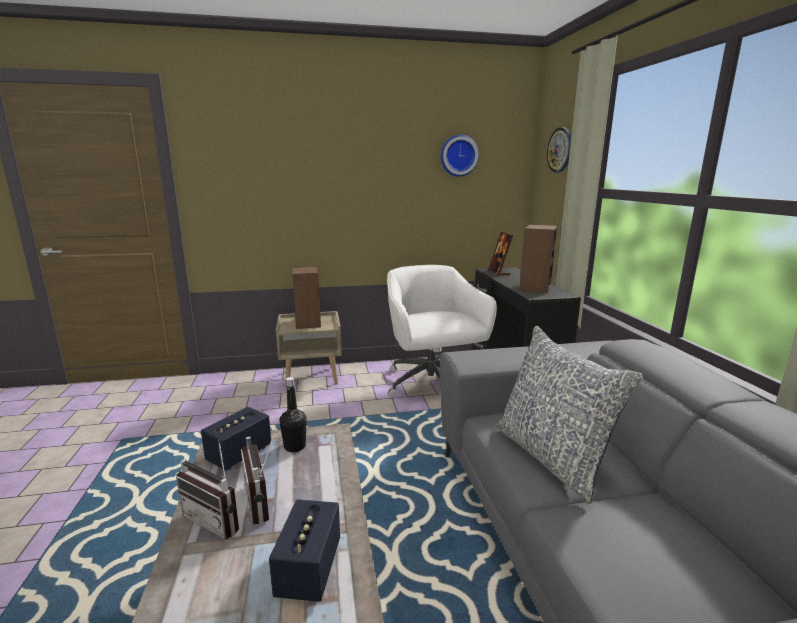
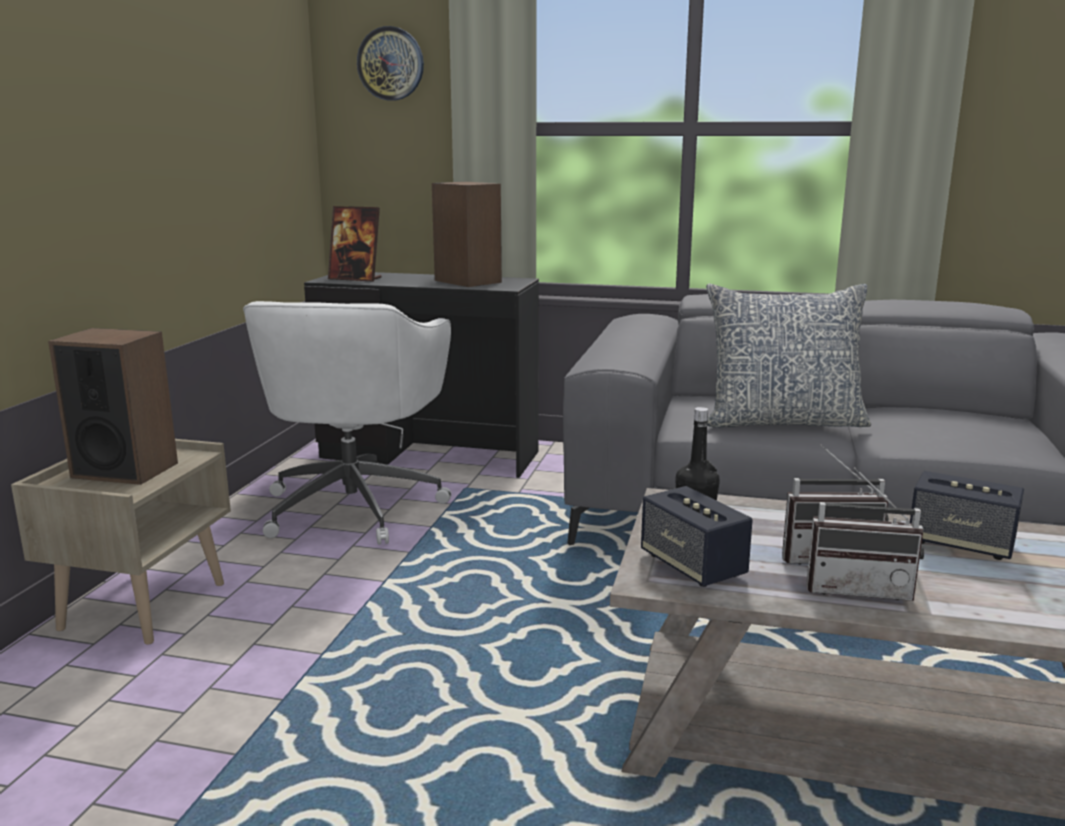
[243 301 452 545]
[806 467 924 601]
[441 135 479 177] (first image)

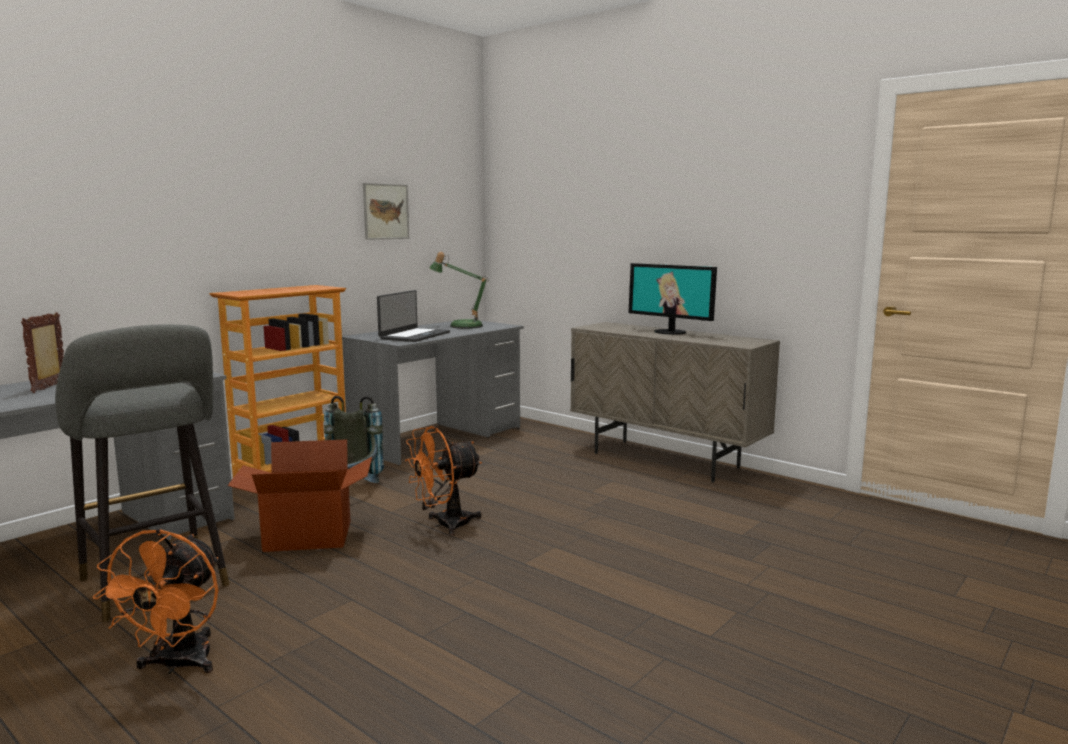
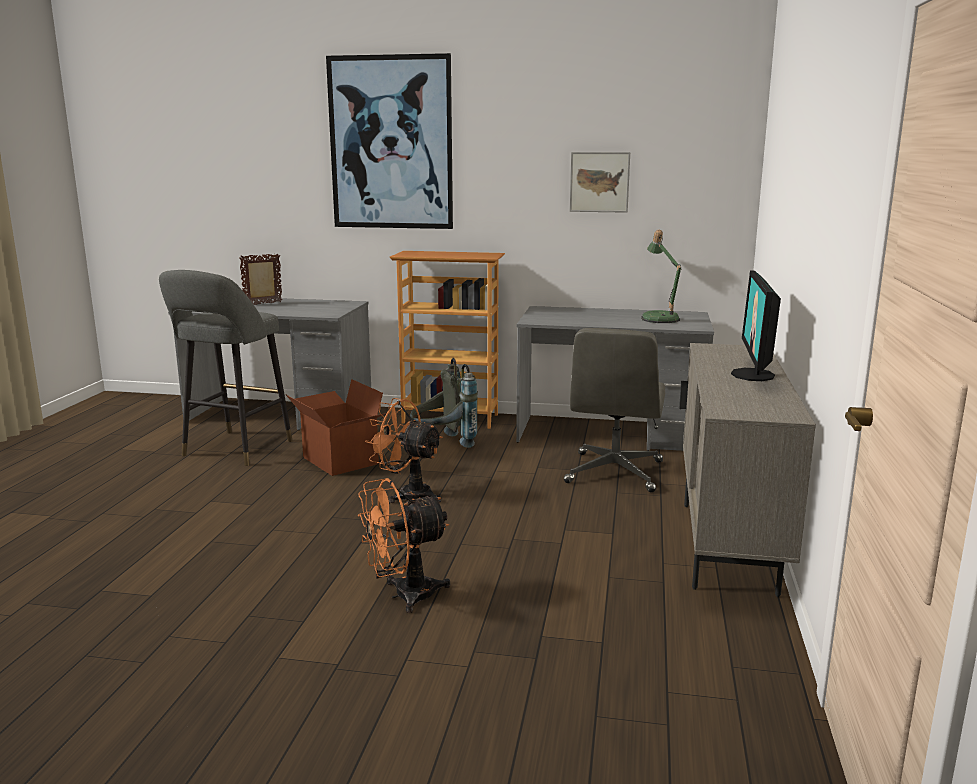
[326 53 453 229]
[358 478 450 613]
[564 328 665 492]
[377 290 450 342] (first image)

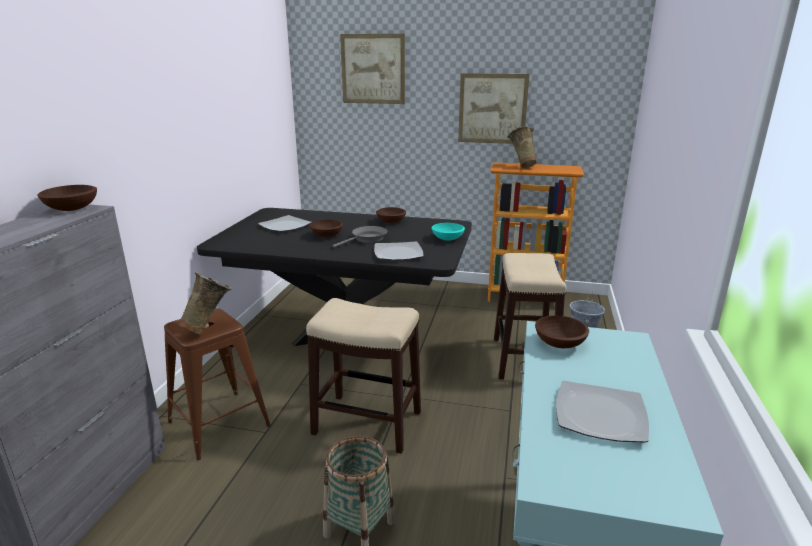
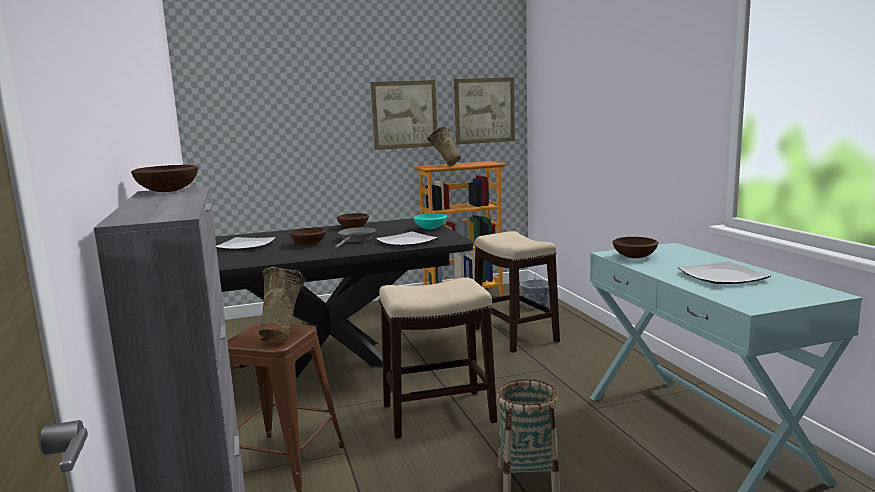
[454 77 515 144]

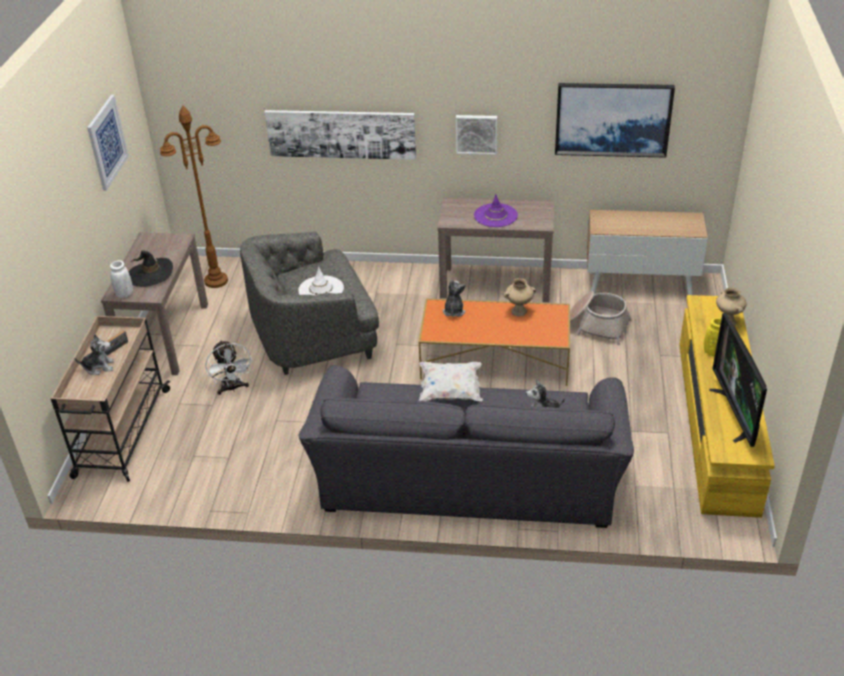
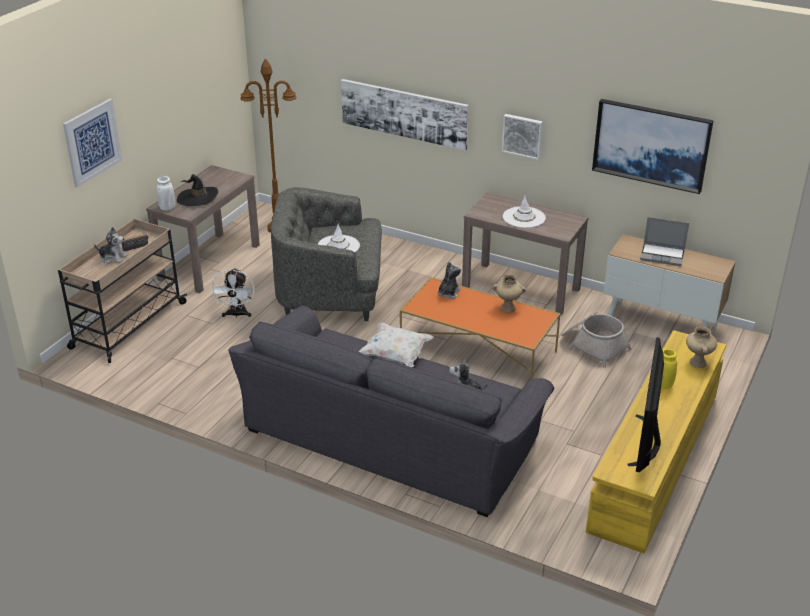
[63 99 122 187]
[503 196 546 228]
[640 217 689 266]

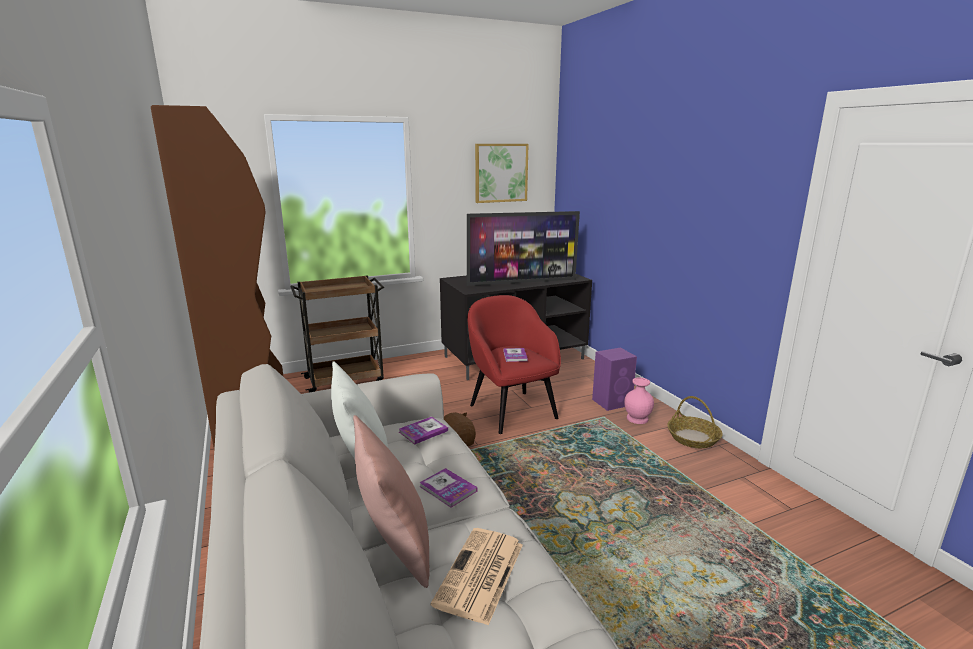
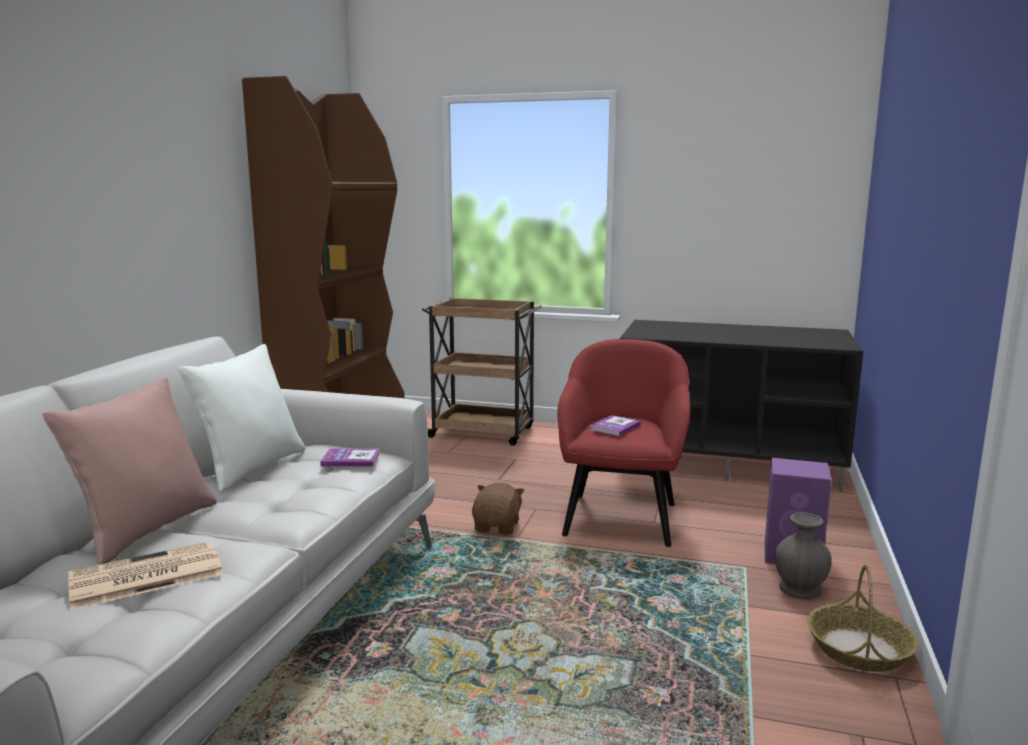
[775 513 832 599]
[419 468 477 508] (first image)
[467 211 580 286] (first image)
[475 144 529 203] (first image)

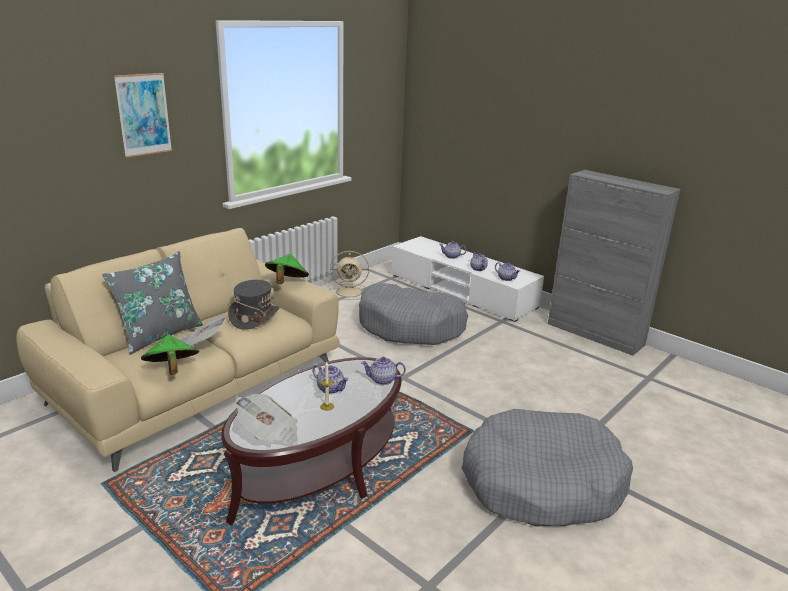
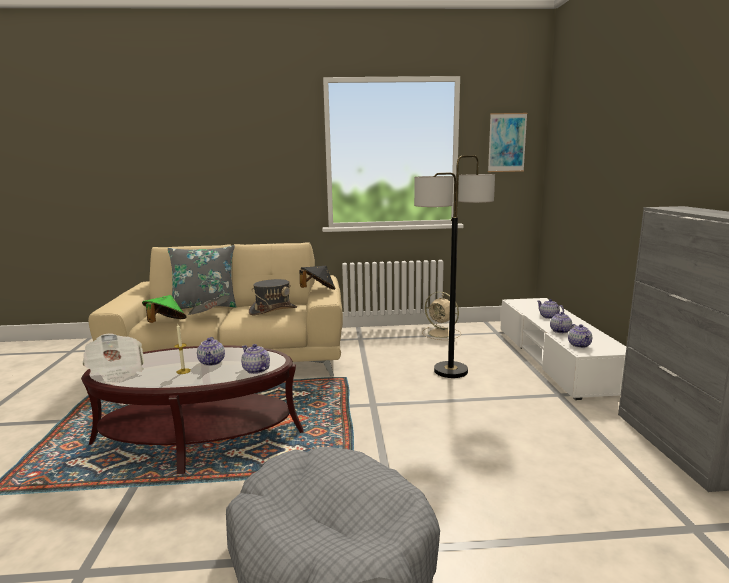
[300 266 335 290]
[414 155 495 378]
[488 113 527 172]

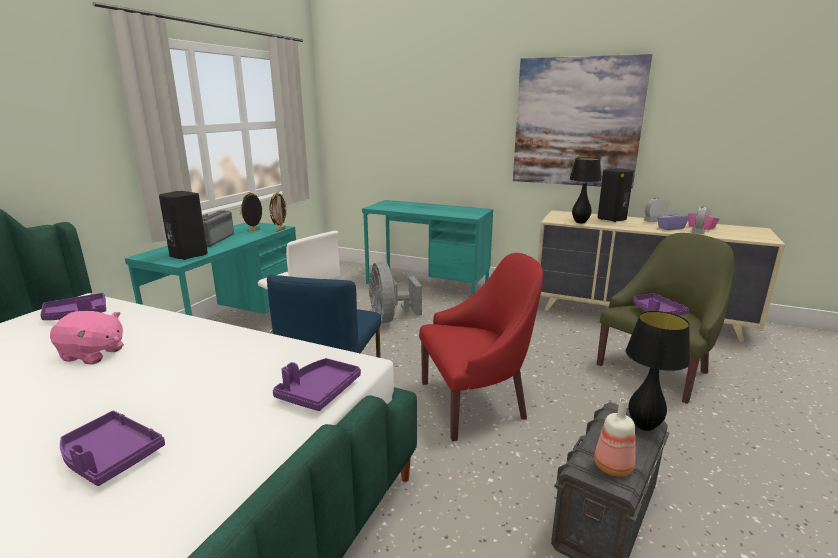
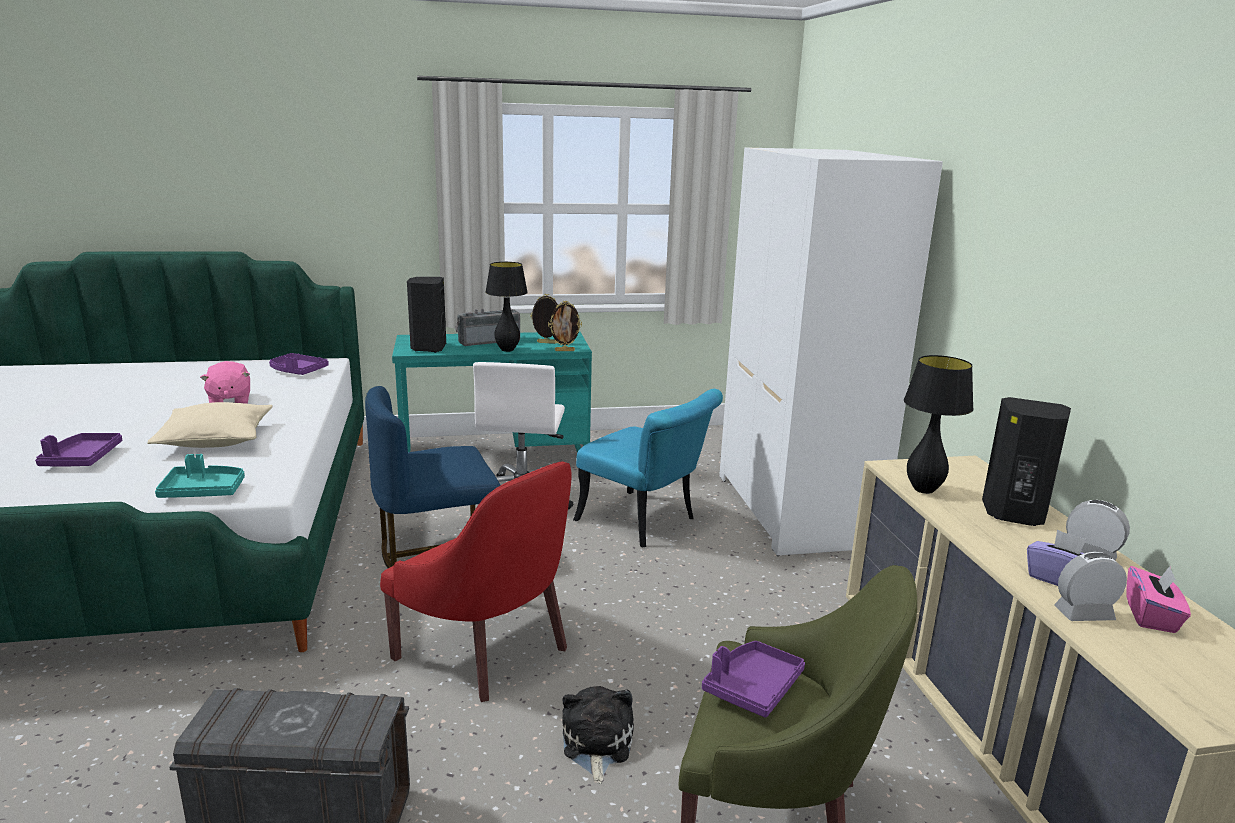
[147 402 273 448]
[155 454 245 498]
[485 262 528 352]
[562 686 634 784]
[573 389 723 547]
[719 147 943 556]
[513 54 652 188] (first image)
[594 399 635 477] (first image)

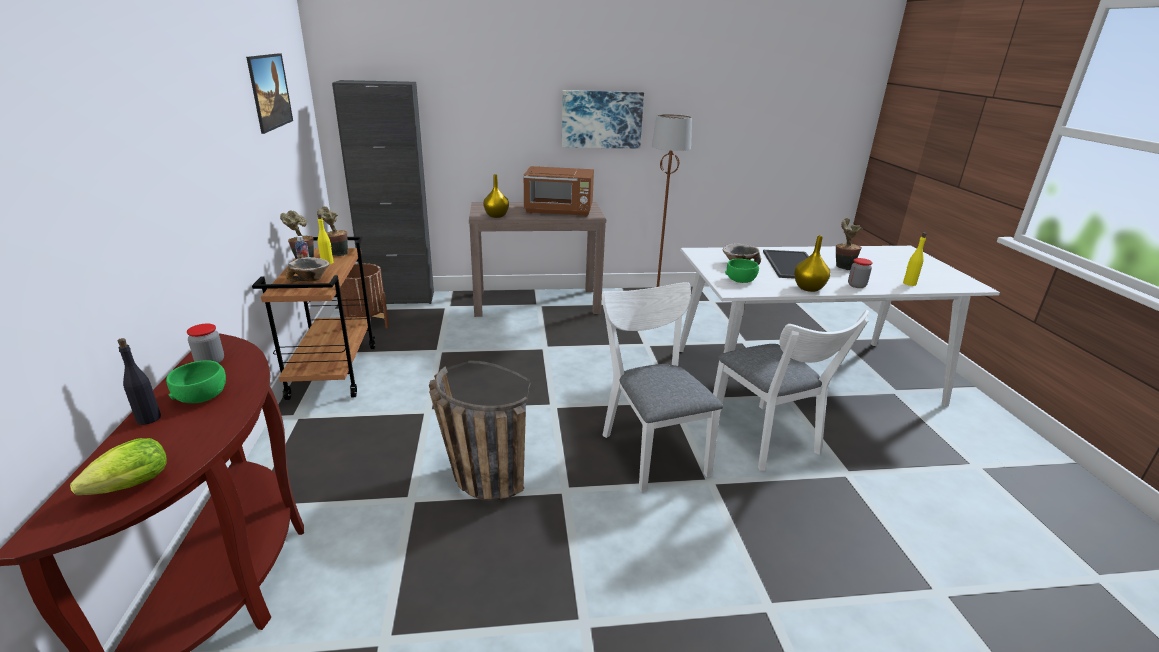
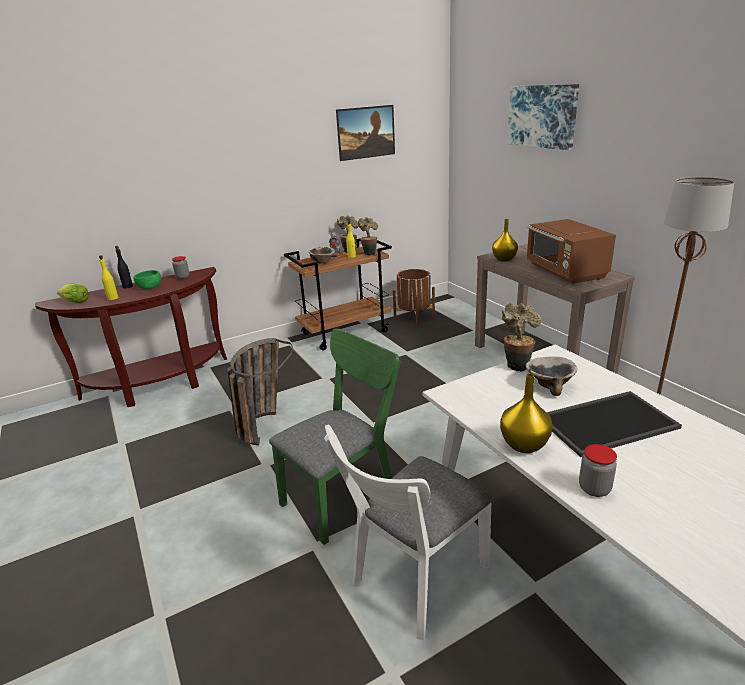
[99 255 118 300]
[269 329 401 545]
[502 303 541 371]
[507 84 579 150]
[332 80 434 304] (first image)
[725 259 759 283] (first image)

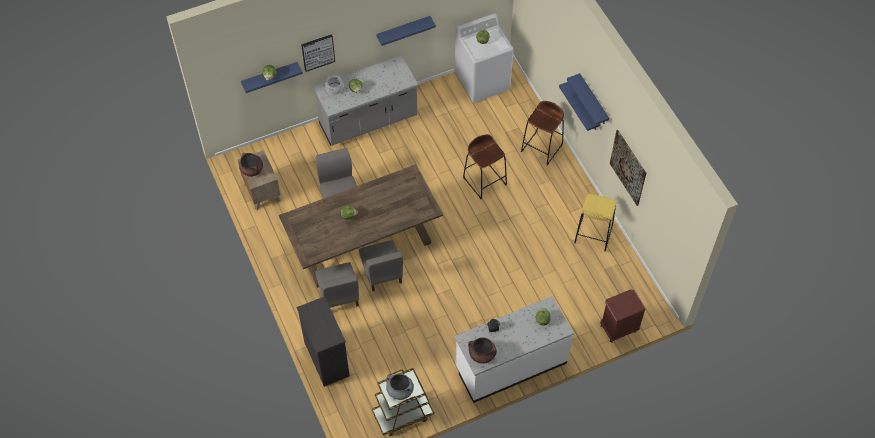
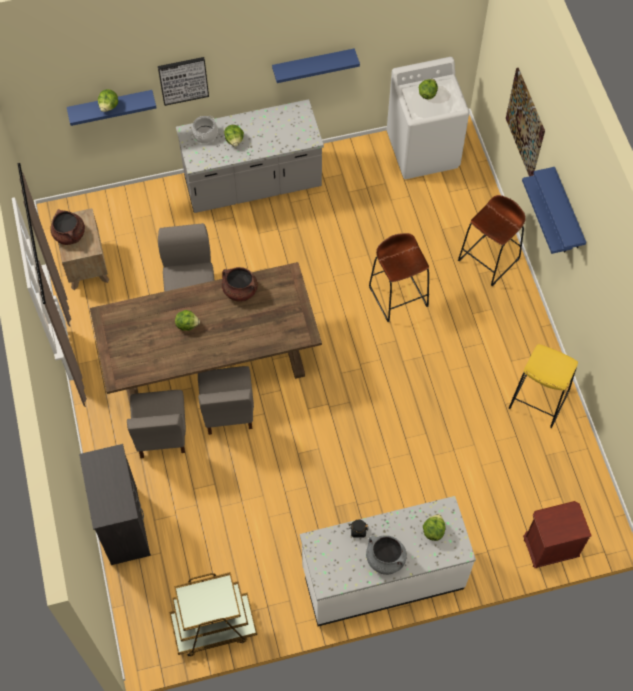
[222 267 258 302]
[366 535 407 575]
[506 68 545 176]

